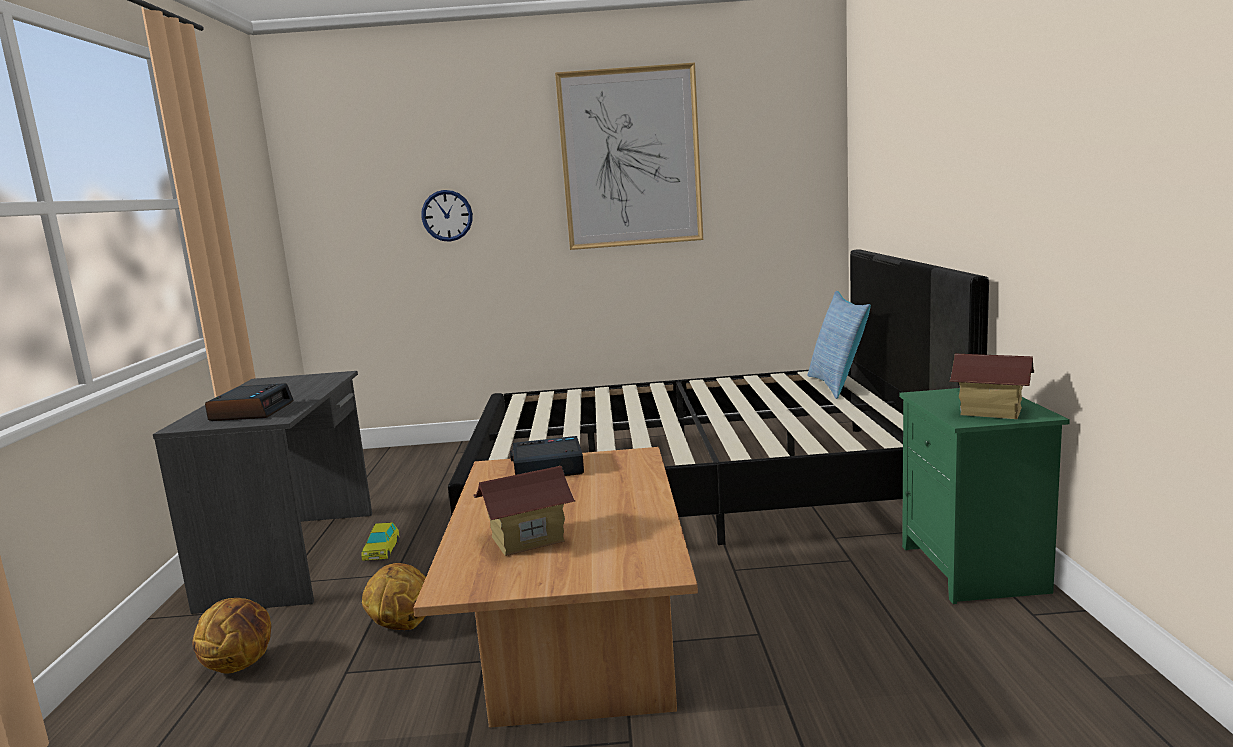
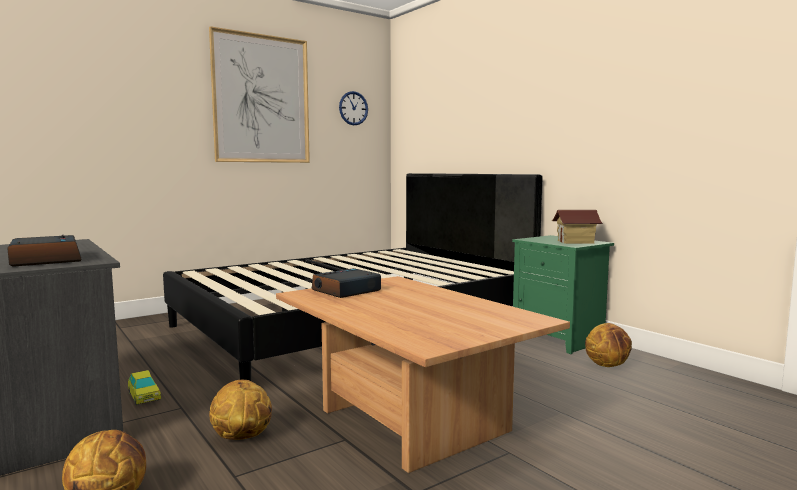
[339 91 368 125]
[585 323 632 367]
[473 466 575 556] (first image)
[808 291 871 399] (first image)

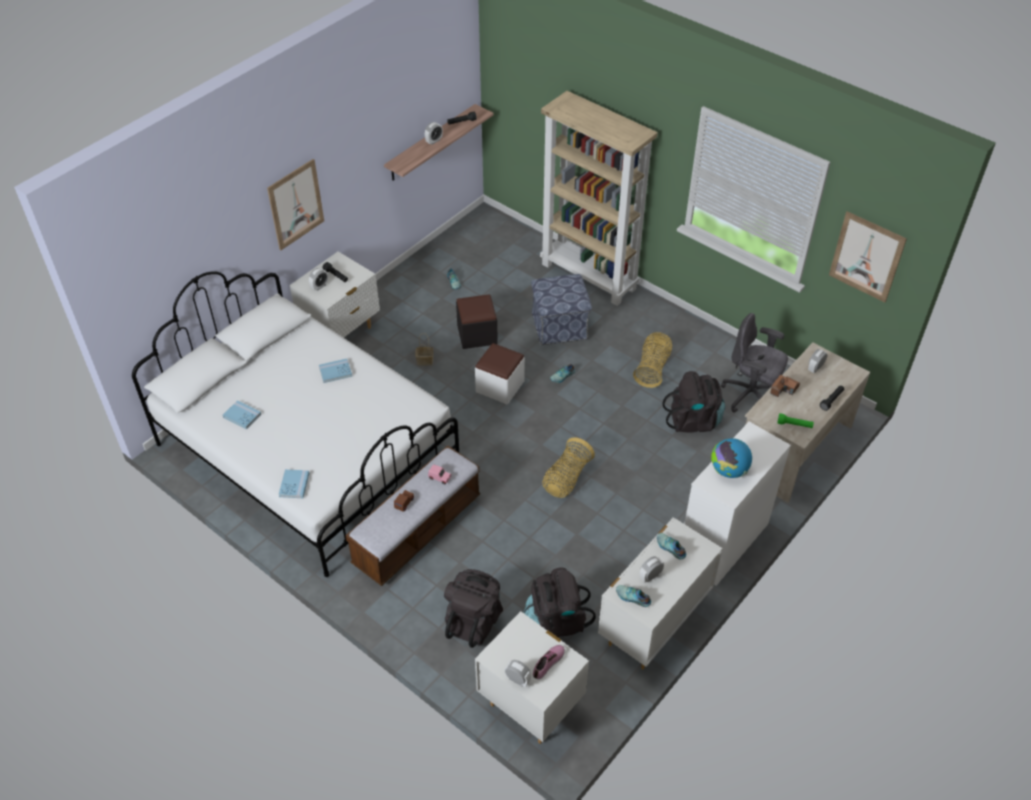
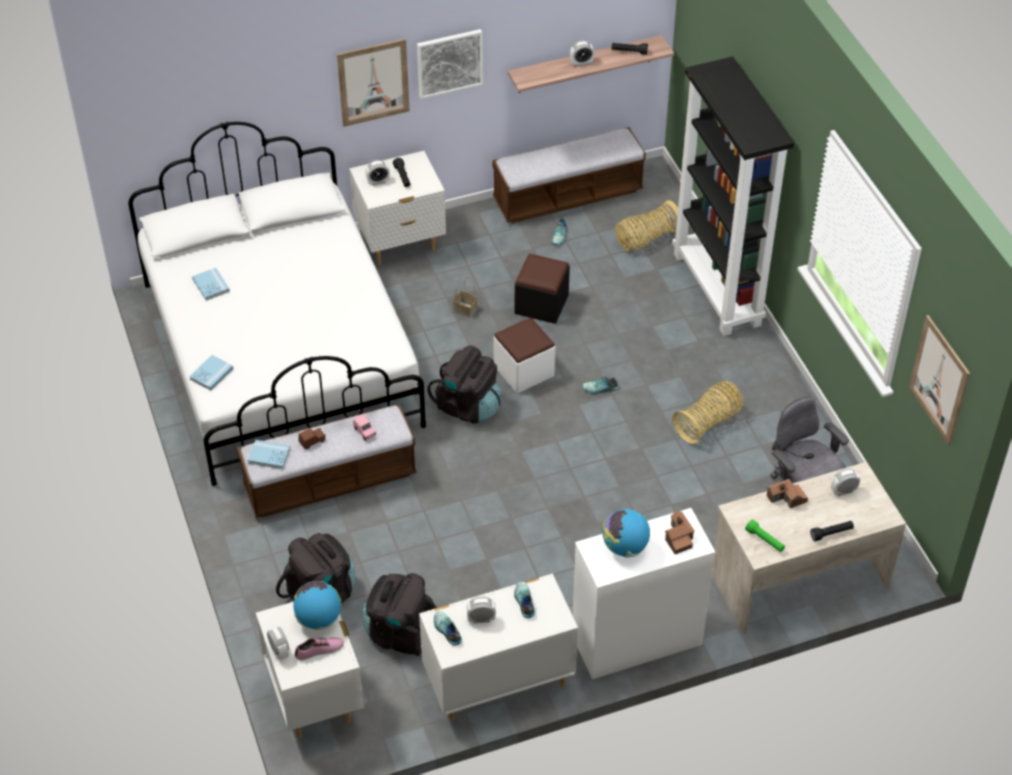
[248 440 290 469]
[293 581 341 630]
[417 29 483 99]
[428 345 501 423]
[493 127 646 223]
[615 200 678 251]
[665 511 695 554]
[672 56 794 336]
[531 274 592 345] (first image)

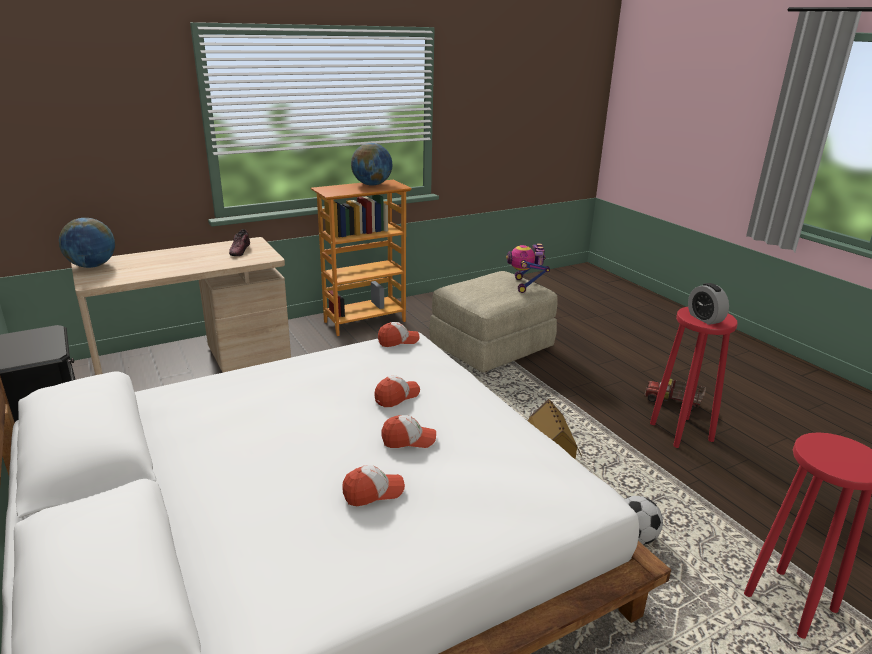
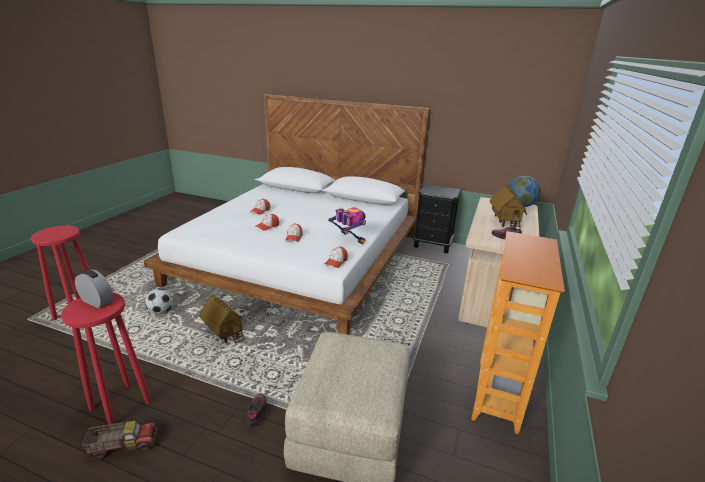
[247 393 266 427]
[328 207 366 244]
[489 185 527 230]
[351 143 392 186] (first image)

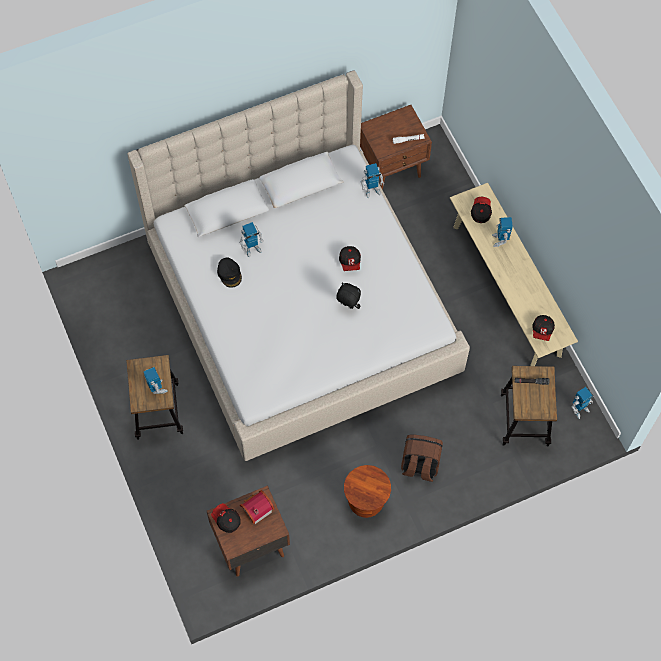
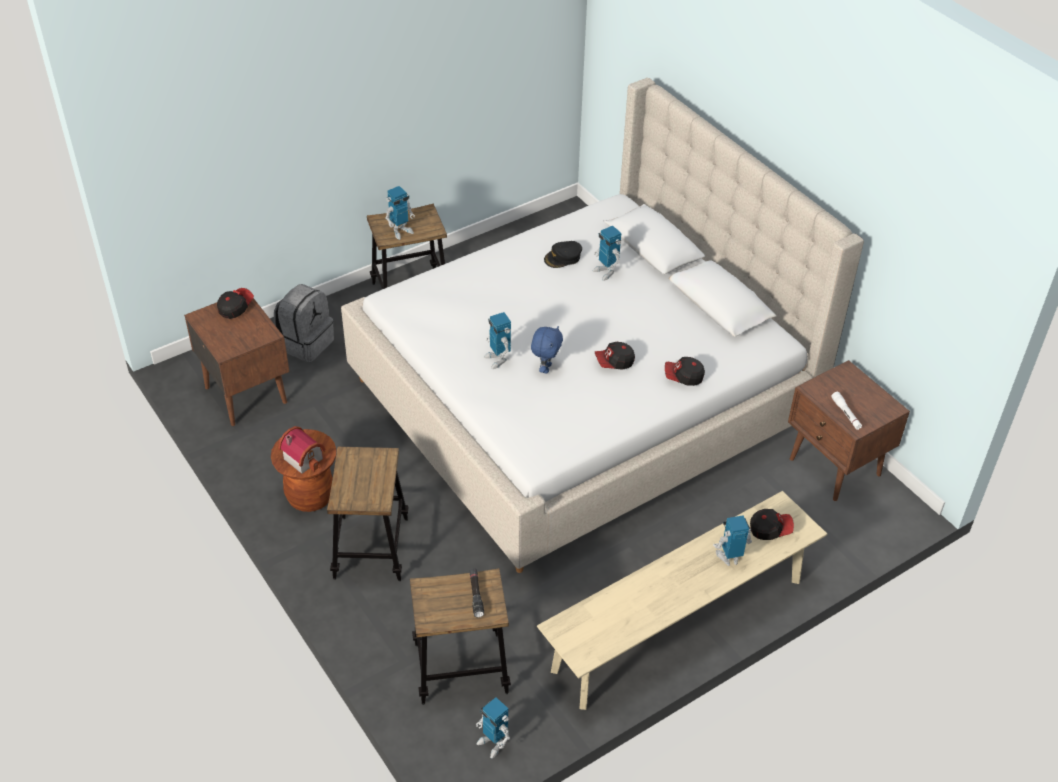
[274 284 334 362]
[278 426 326 474]
[327 447 408 581]
[484 312 511 369]
[531 326 563 373]
[665 357 705 386]

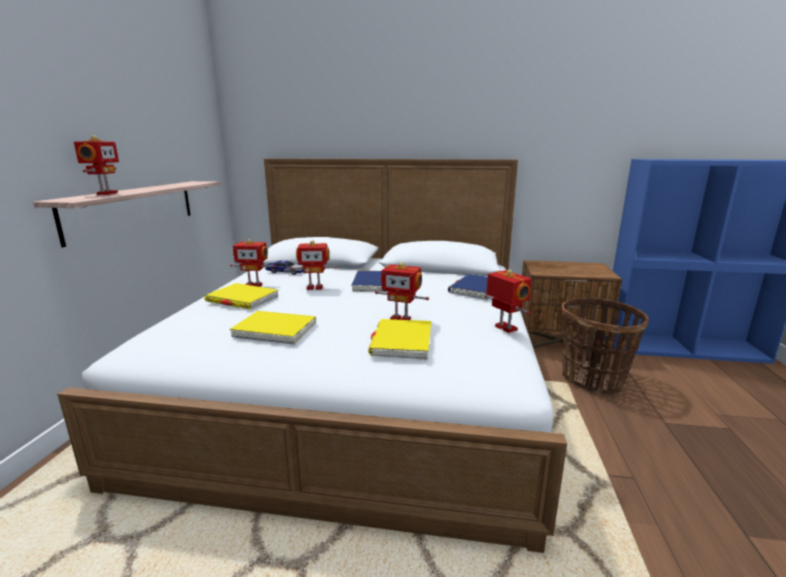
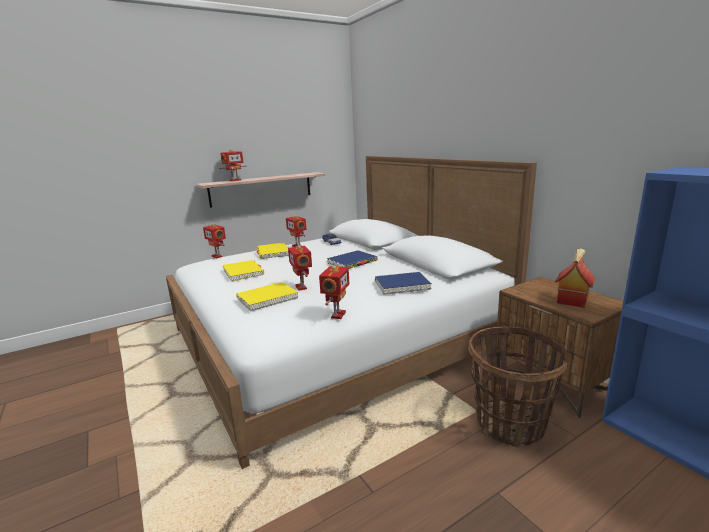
[203 224 226 258]
[555 248 595 308]

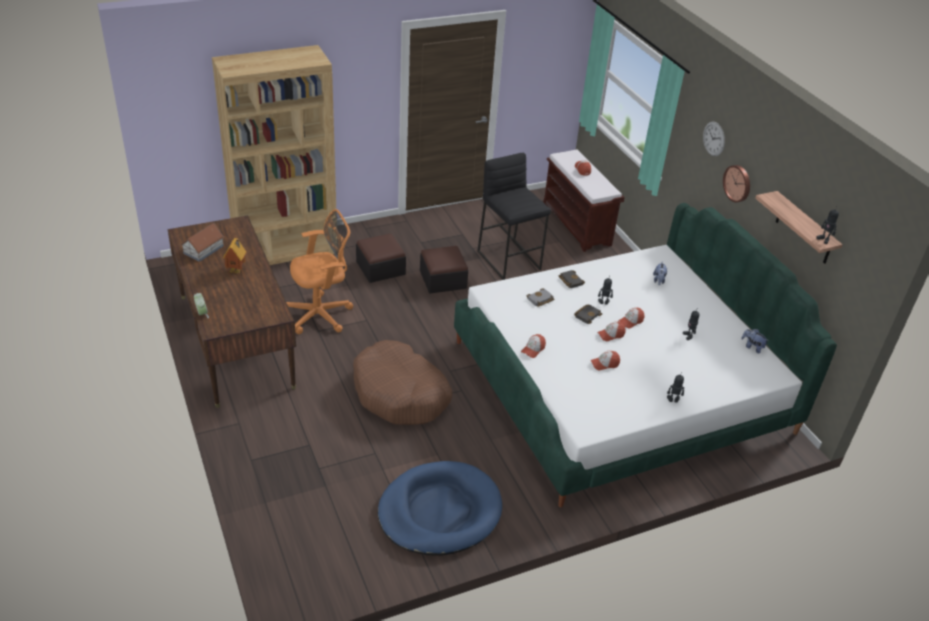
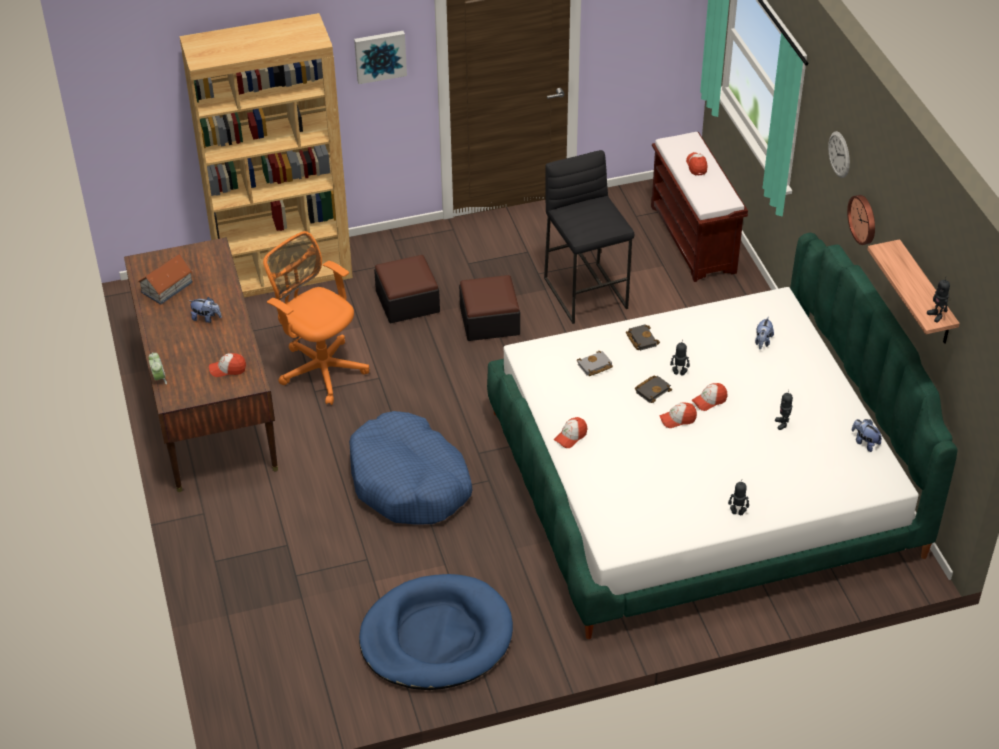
[189 297 222 323]
[209 353 246 377]
[263 231 369 405]
[349 411 472 525]
[354 31 407 84]

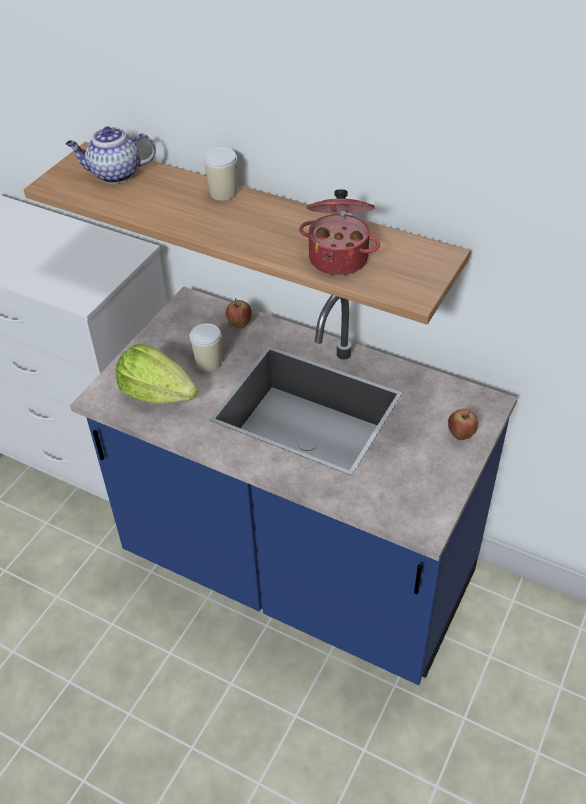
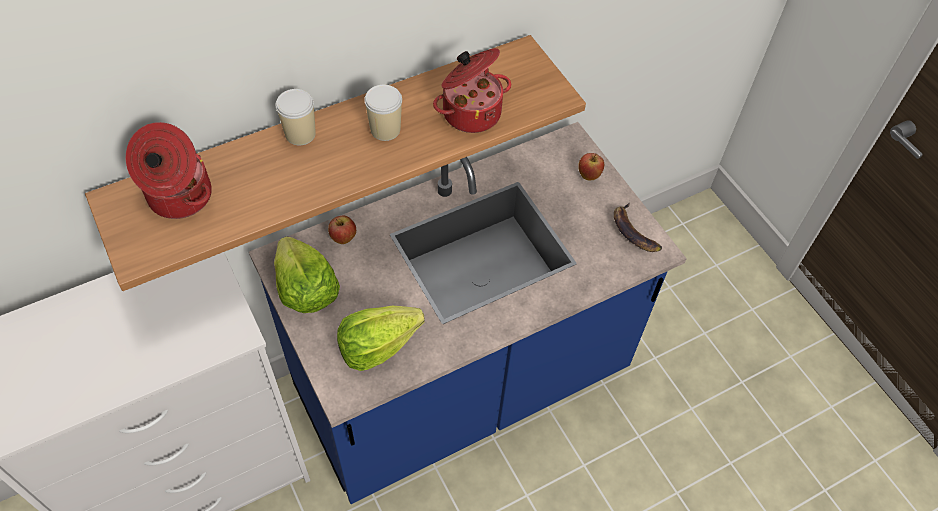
[126 122 212 219]
[274 236 340 313]
[364 85 402 141]
[614 203 662 252]

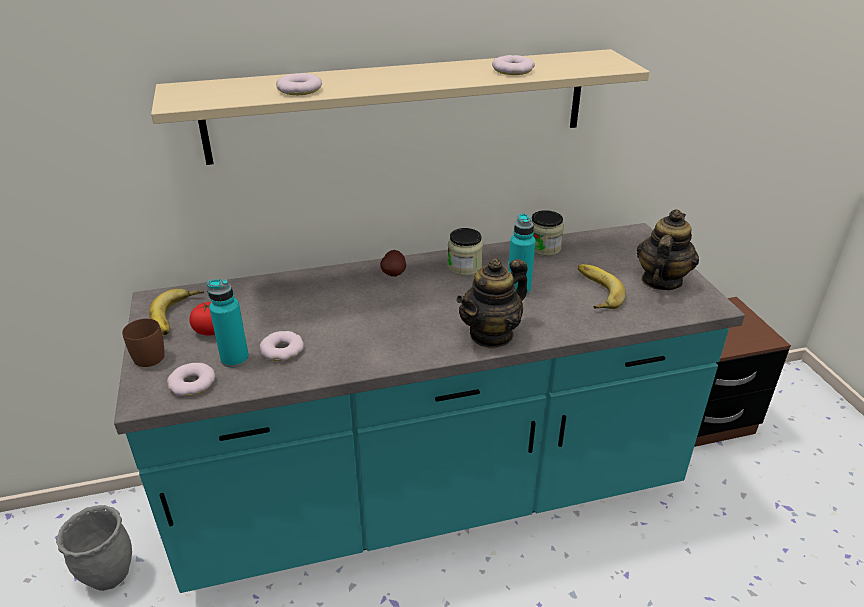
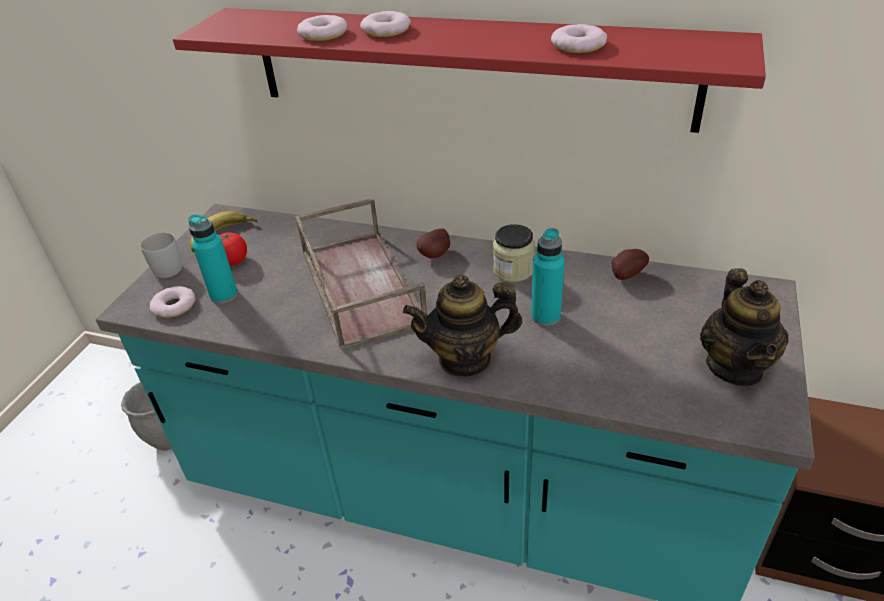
[140 232 182 278]
[173 8 766 133]
[295 198 427 350]
[360 11 411 37]
[612 249 649 280]
[700 268 789 386]
[578 264 626 309] (first image)

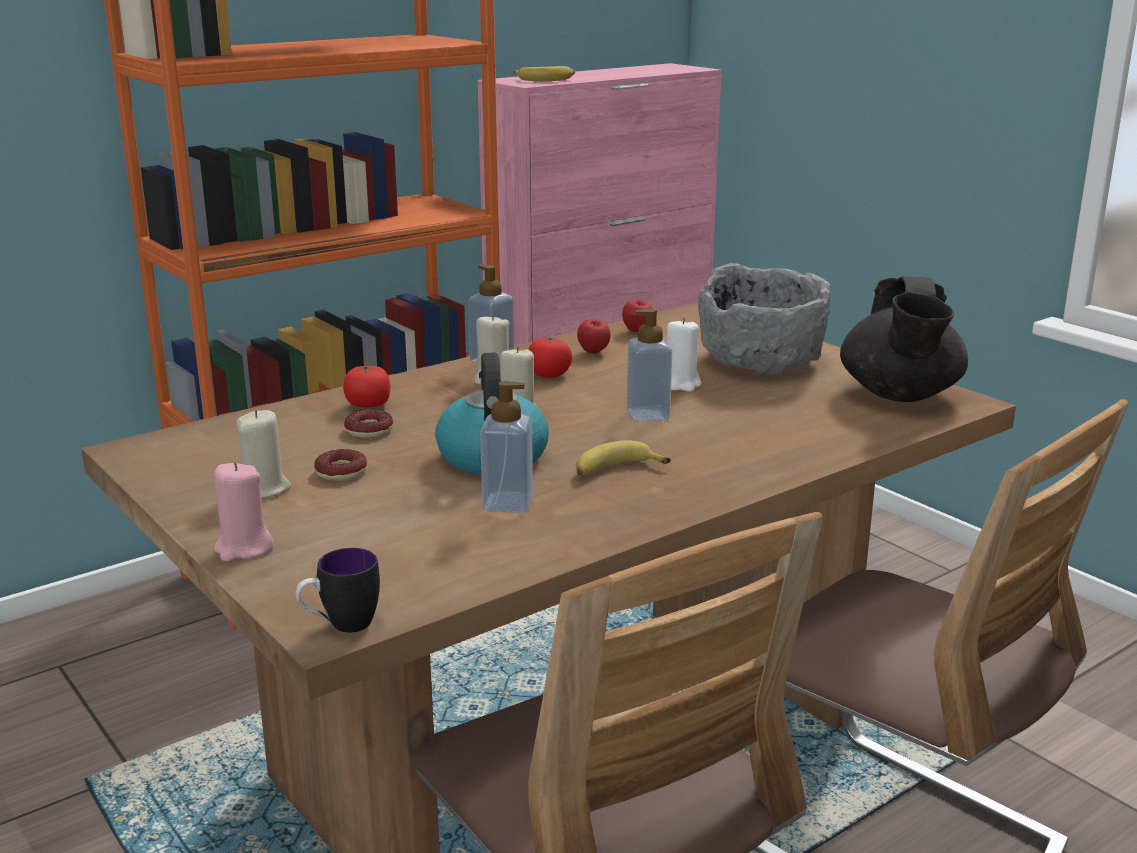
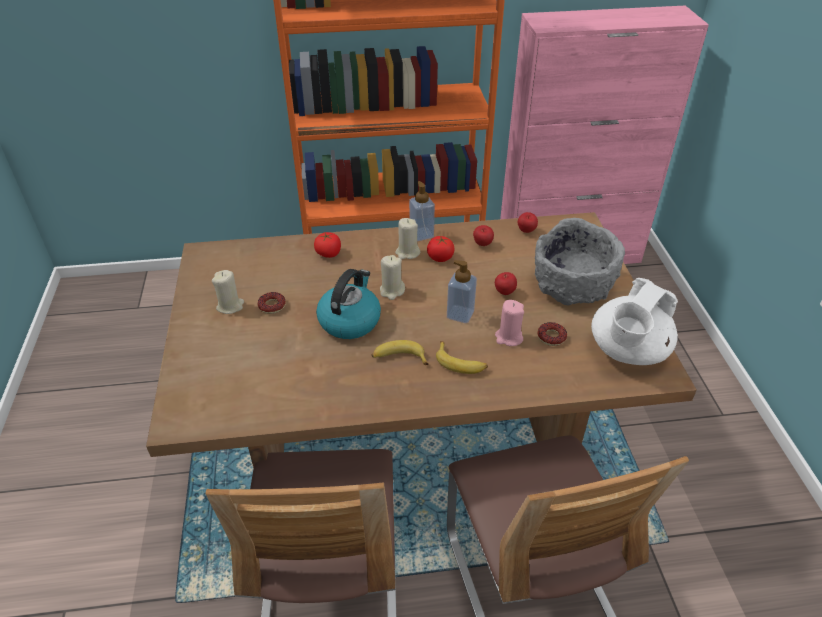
[436 341 488 374]
[495 272 517 295]
[495 300 524 346]
[537 322 567 346]
[591 278 678 365]
[295 548 380 633] (first image)
[480 381 533 513] (first image)

